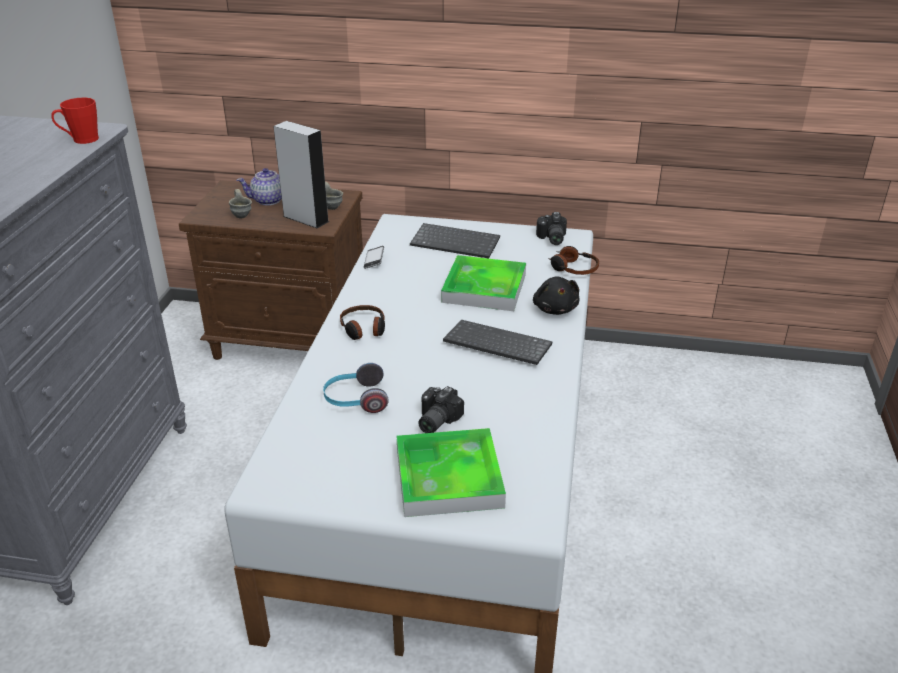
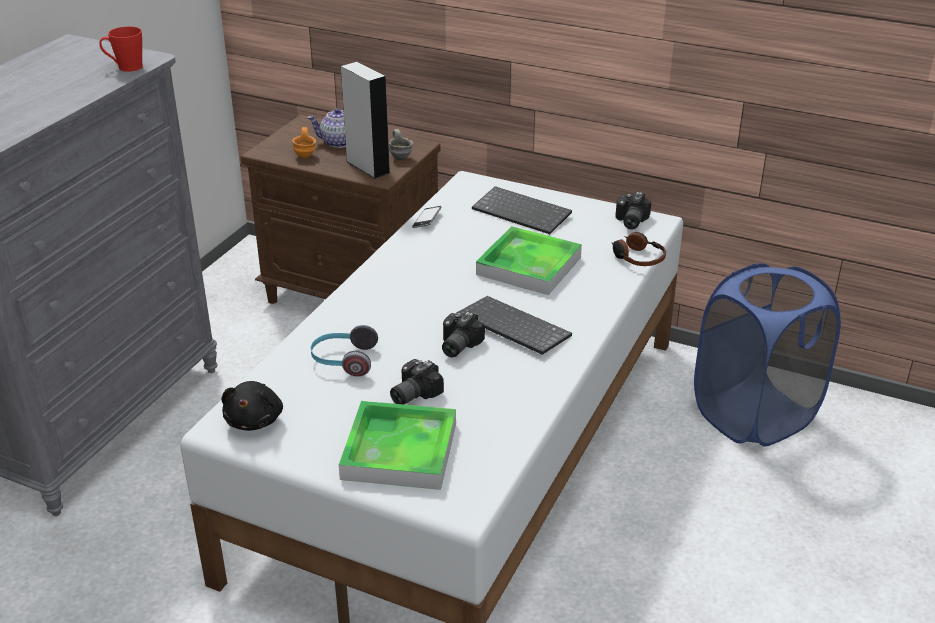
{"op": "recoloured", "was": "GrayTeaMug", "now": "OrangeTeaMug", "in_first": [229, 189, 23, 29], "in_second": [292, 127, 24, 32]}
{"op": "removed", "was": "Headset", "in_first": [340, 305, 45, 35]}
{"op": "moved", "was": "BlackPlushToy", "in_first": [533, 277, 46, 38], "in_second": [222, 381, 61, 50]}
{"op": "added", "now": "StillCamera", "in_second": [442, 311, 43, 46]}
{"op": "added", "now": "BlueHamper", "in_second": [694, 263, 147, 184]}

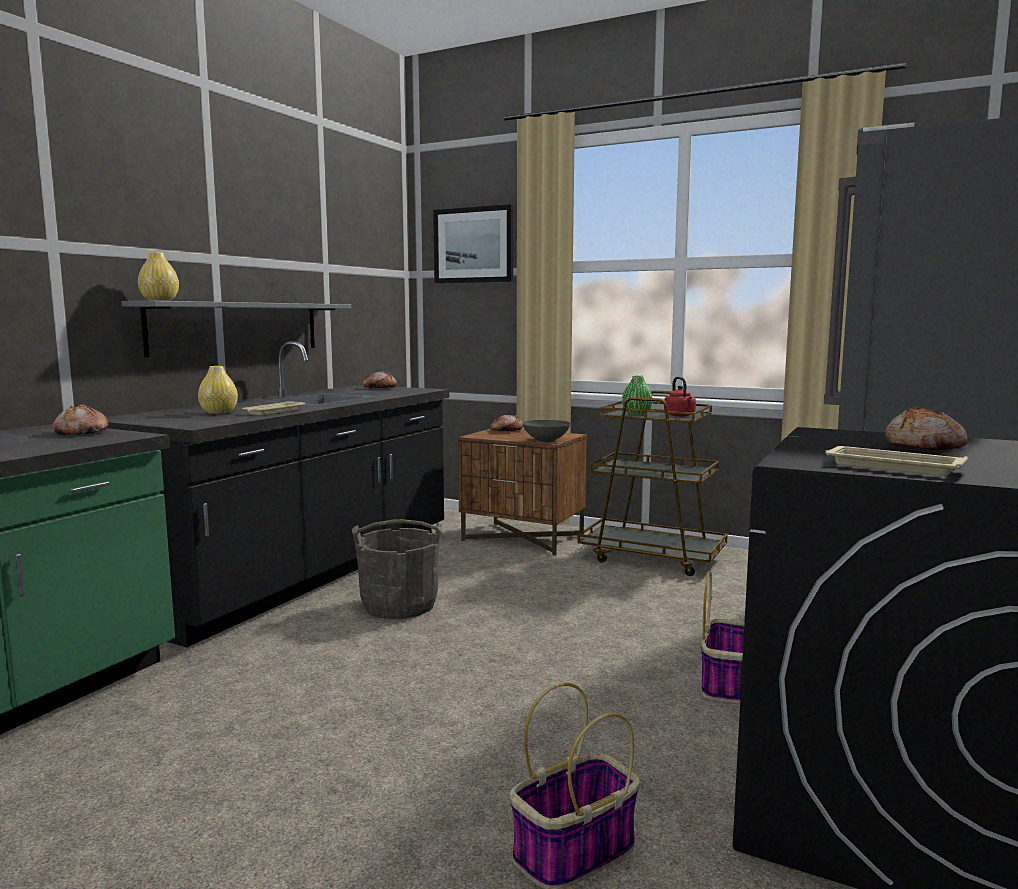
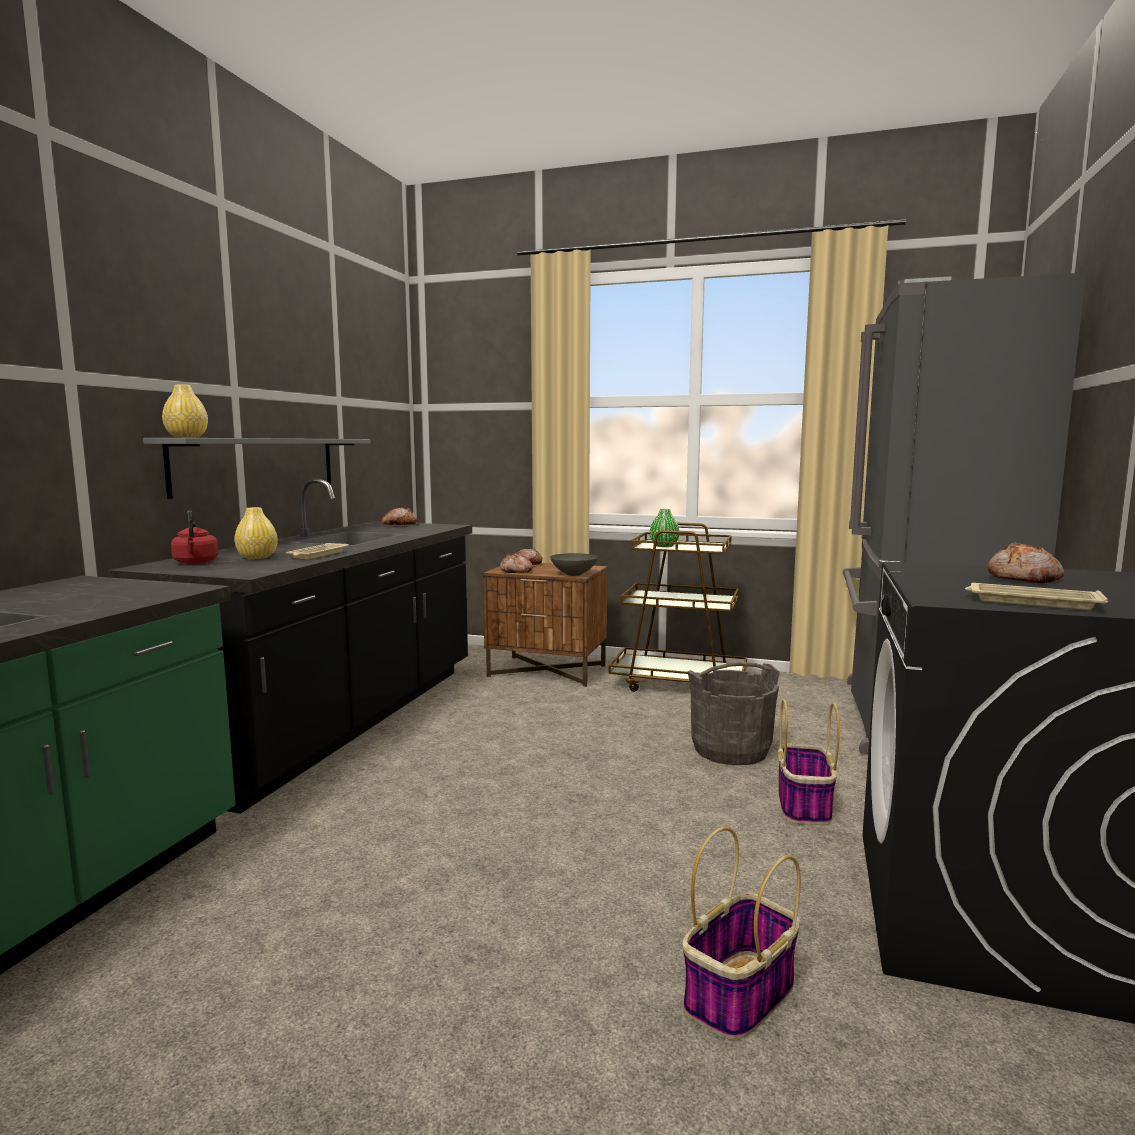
{"op": "moved", "was": "Bread", "in_first": [53, 404, 56, 31], "in_second": [500, 553, 33, 20]}
{"op": "moved", "was": "GrayWaterBucket", "in_first": [352, 519, 90, 100], "in_second": [687, 662, 93, 103]}
{"op": "removed", "was": "WallPicture", "in_first": [433, 204, 80, 79]}
{"op": "moved", "was": "RedColouredWaterKettle", "in_first": [664, 377, 32, 40], "in_second": [171, 510, 48, 54]}

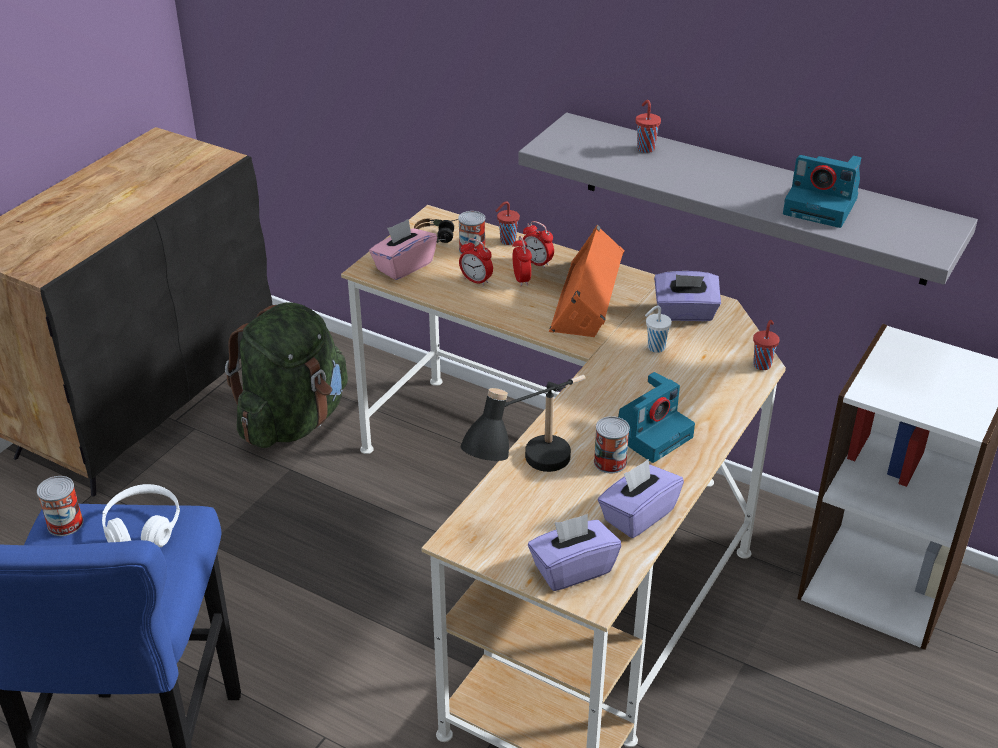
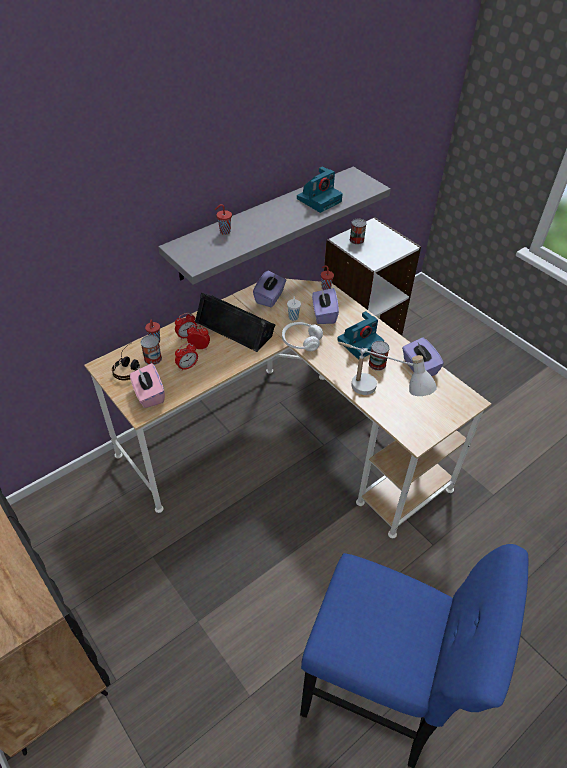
{"op": "moved", "was": "SealedCan", "in_first": [37, 476, 46, 60], "in_second": [350, 218, 17, 27]}
{"op": "moved", "was": "WhitishHeadset", "in_first": [102, 484, 78, 63], "in_second": [282, 322, 41, 29]}
{"op": "removed", "was": "GreenKnapsack", "in_first": [225, 302, 123, 146]}
{"op": "recoloured", "was": "BlackLampForATable", "now": "WhitishLampForATable", "in_first": [461, 375, 125, 97], "in_second": [339, 342, 98, 54]}
{"op": "moved", "was": "PurpleTissueHolder", "in_first": [528, 514, 93, 77], "in_second": [312, 288, 27, 36]}
{"op": "recoloured", "was": "OrangeSpeaker", "now": "BlackSpeaker", "in_first": [549, 224, 75, 113], "in_second": [195, 292, 81, 60]}
{"op": "turned", "was": "StillCamera", "in_first": [618, 372, 77, 91], "in_second": [337, 311, 47, 49], "clockwise": 75}

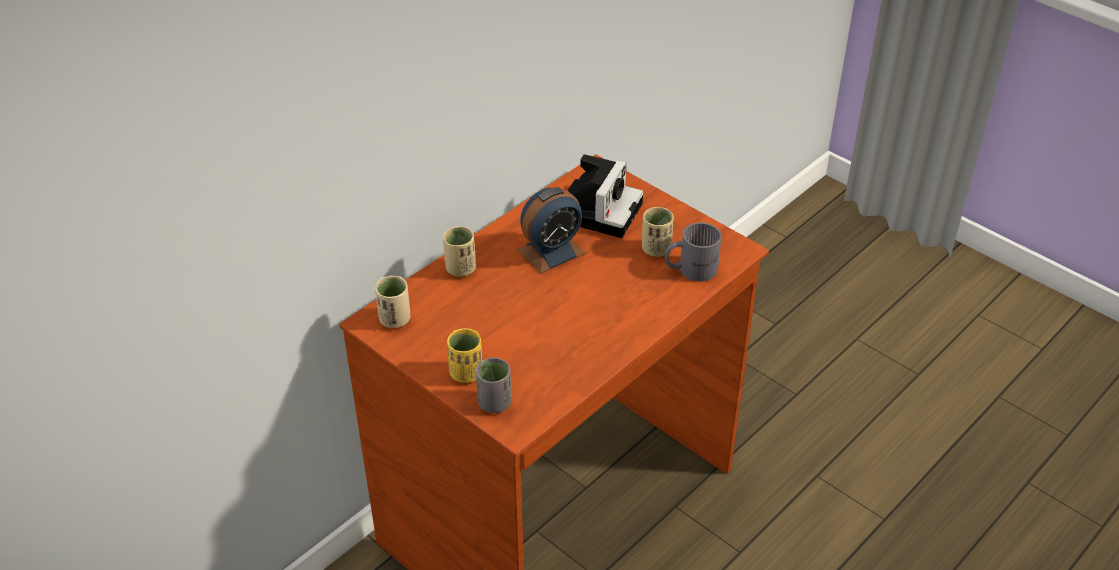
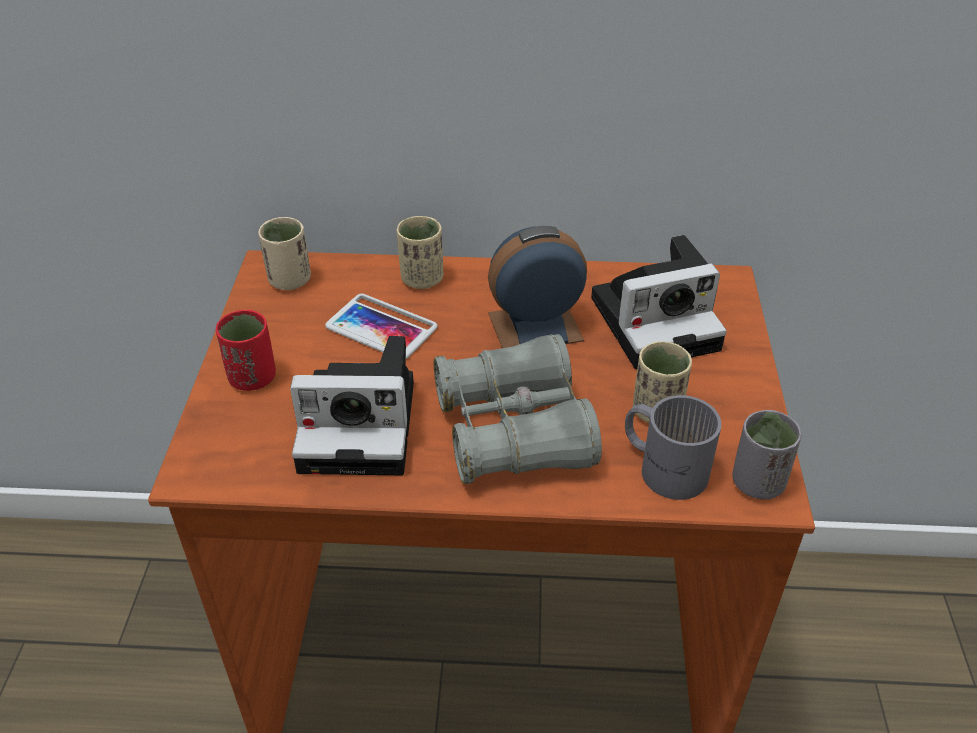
{"op": "recoloured", "was": "YellowColouredCup", "now": "RedColouredCup", "in_first": [447, 328, 35, 55], "in_second": [216, 310, 60, 81]}
{"op": "moved", "was": "GrayCup", "in_first": [476, 358, 36, 55], "in_second": [732, 410, 69, 89]}
{"op": "turned", "was": "AlarmClock", "in_first": [517, 187, 69, 86], "in_second": [488, 226, 99, 122], "clockwise": 150}
{"op": "added", "now": "StillCamera", "in_second": [290, 336, 124, 139]}
{"op": "added", "now": "Phone", "in_second": [325, 294, 113, 65]}
{"op": "added", "now": "GrayPairOfBinoculars", "in_second": [434, 334, 168, 150]}

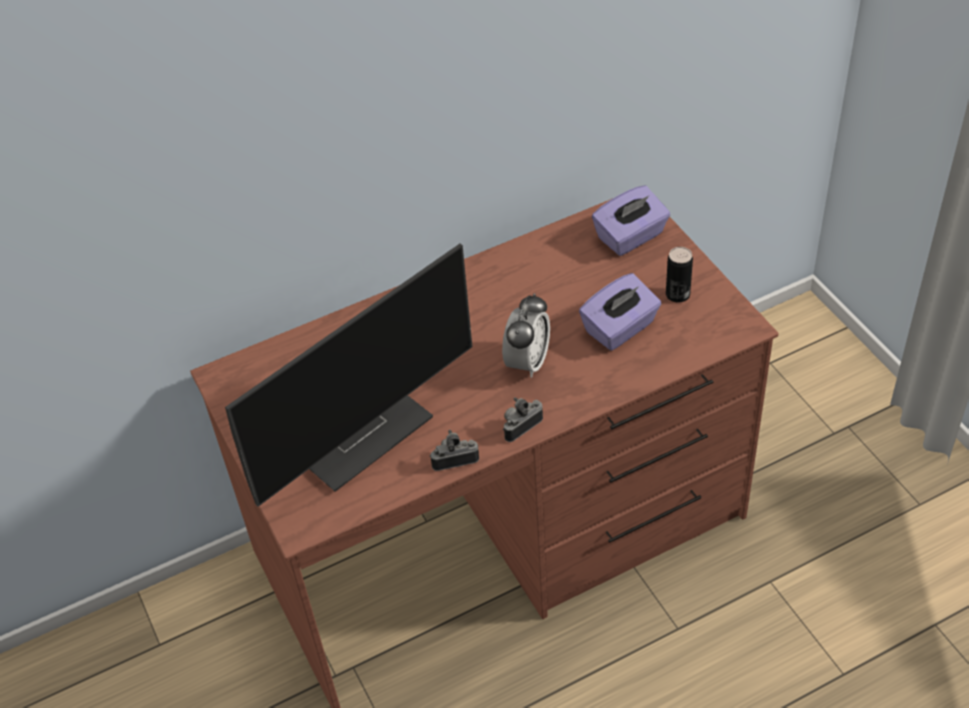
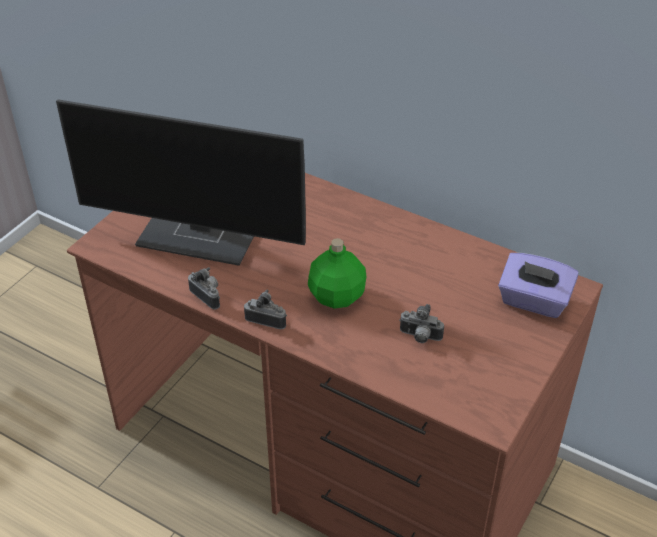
{"op": "replaced", "was": "AlarmClock", "now": "GreenDrinkBottle", "in_first": [502, 293, 48, 85], "in_second": [308, 238, 58, 71]}
{"op": "replaced", "was": "PurpleTissueHolder", "now": "StillCamera", "in_first": [579, 273, 82, 78], "in_second": [399, 304, 45, 39]}
{"op": "removed", "was": "SealedCan", "in_first": [666, 247, 27, 56]}

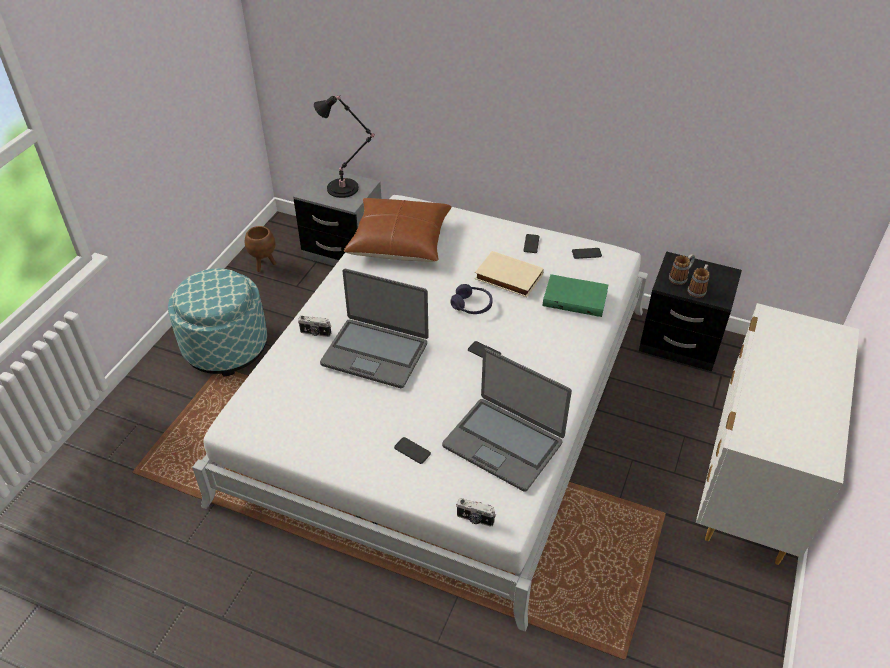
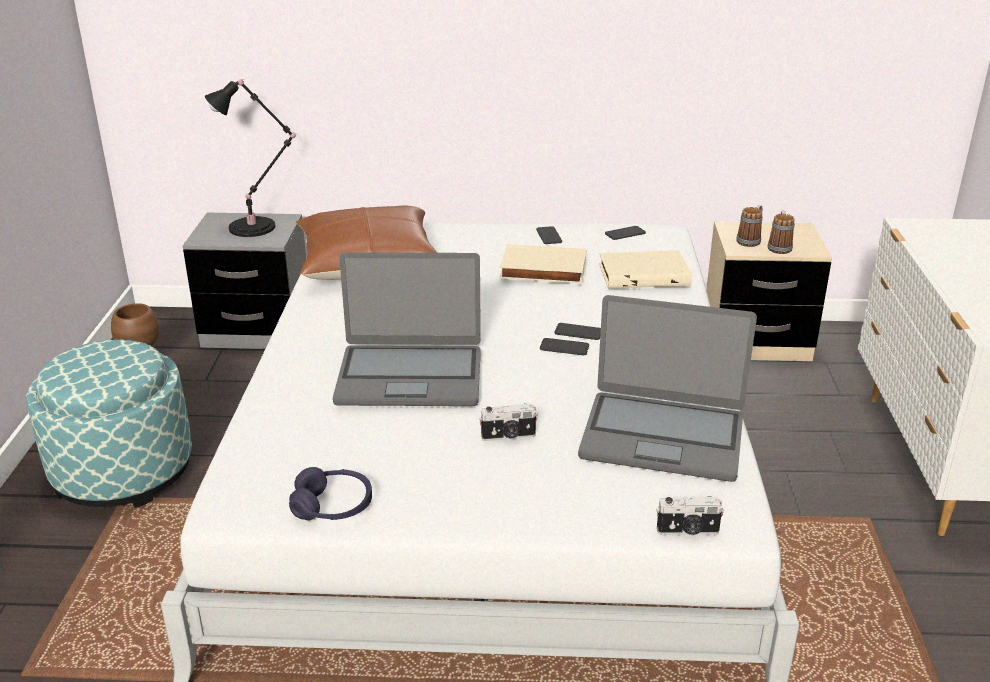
{"op": "moved", "was": "StillCamera", "in_first": [298, 316, 33, 21], "in_second": [479, 403, 59, 38]}
{"op": "moved", "was": "Phone", "in_first": [394, 437, 37, 27], "in_second": [554, 323, 47, 17]}
{"op": "moved", "was": "PurpleHeadset", "in_first": [450, 284, 43, 30], "in_second": [289, 467, 83, 53]}
{"op": "recoloured", "was": "GreenBook", "now": "BeigeColouredBook", "in_first": [543, 274, 66, 43], "in_second": [599, 250, 93, 38]}
{"op": "recoloured", "was": "BlackNightstand", "now": "BeigeColouredNightstand", "in_first": [639, 251, 103, 121], "in_second": [706, 221, 126, 140]}

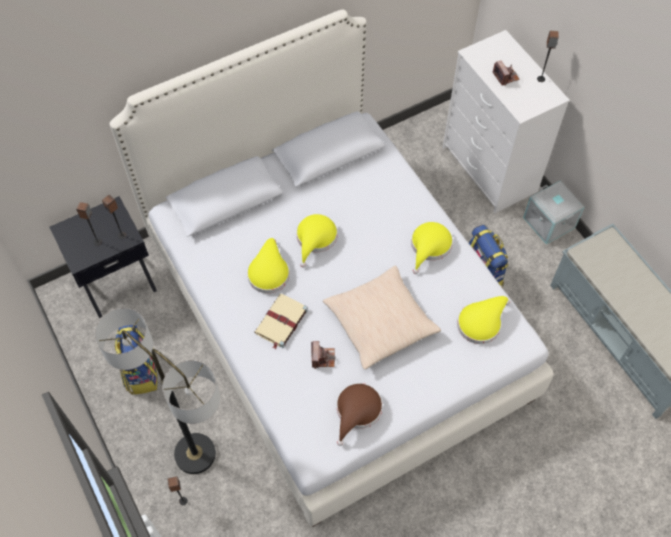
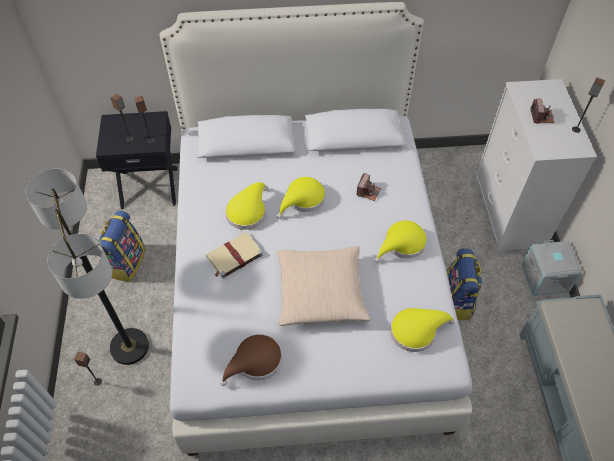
{"op": "moved", "was": "StillCamera", "in_first": [311, 341, 24, 28], "in_second": [356, 173, 25, 28]}

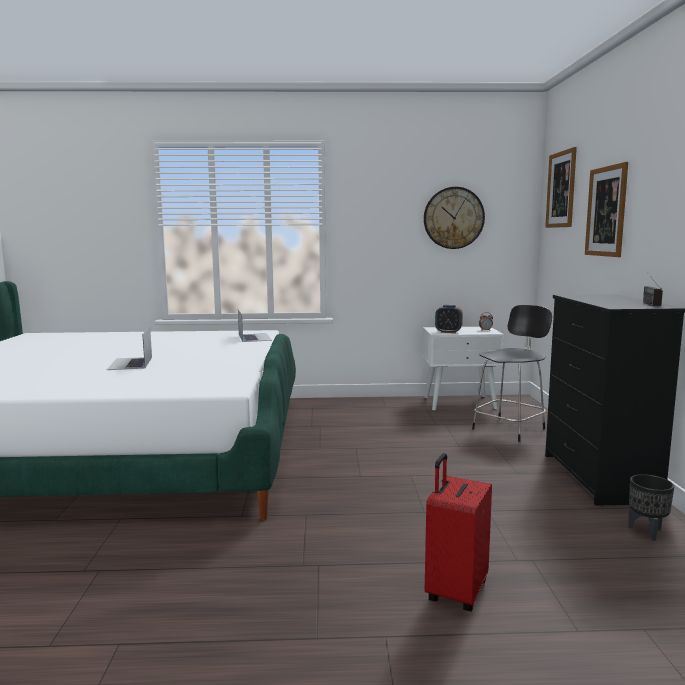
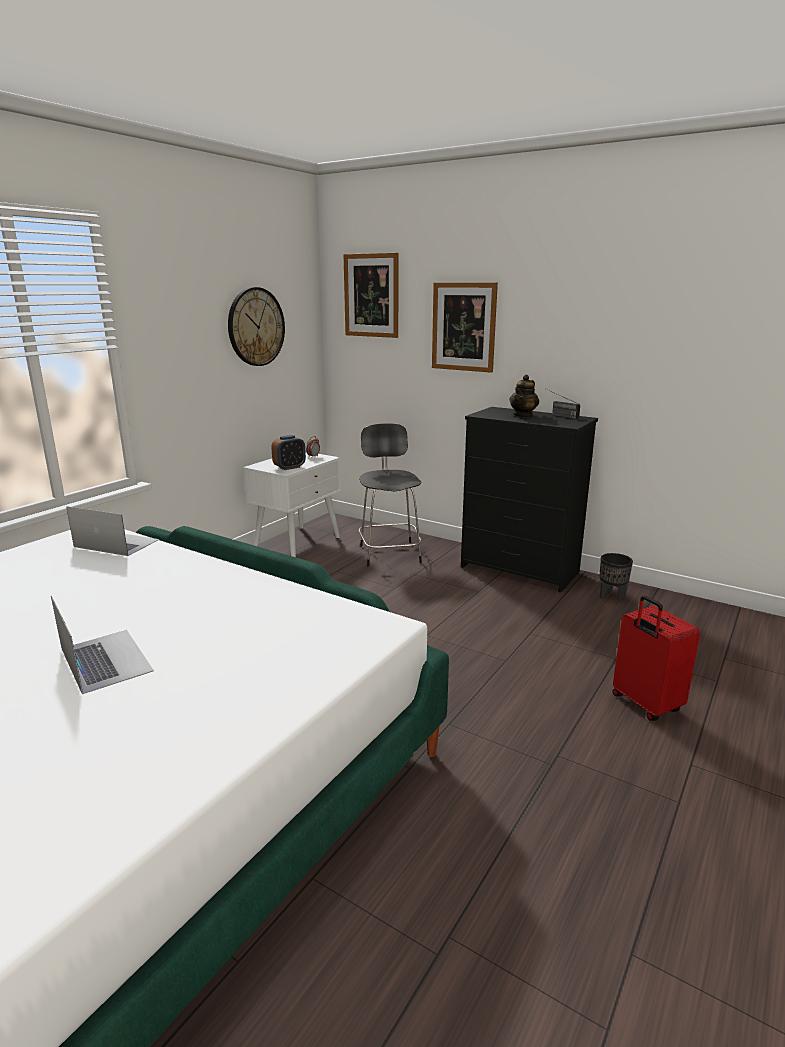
{"op": "turned", "was": "Laptop", "in_first": [107, 326, 45, 44], "in_second": [51, 596, 103, 98], "clockwise": -150}
{"op": "added", "now": "TeaPot", "in_second": [509, 374, 30, 44]}

